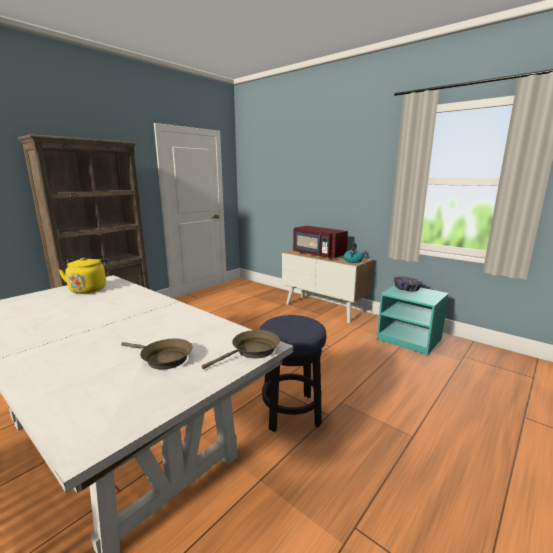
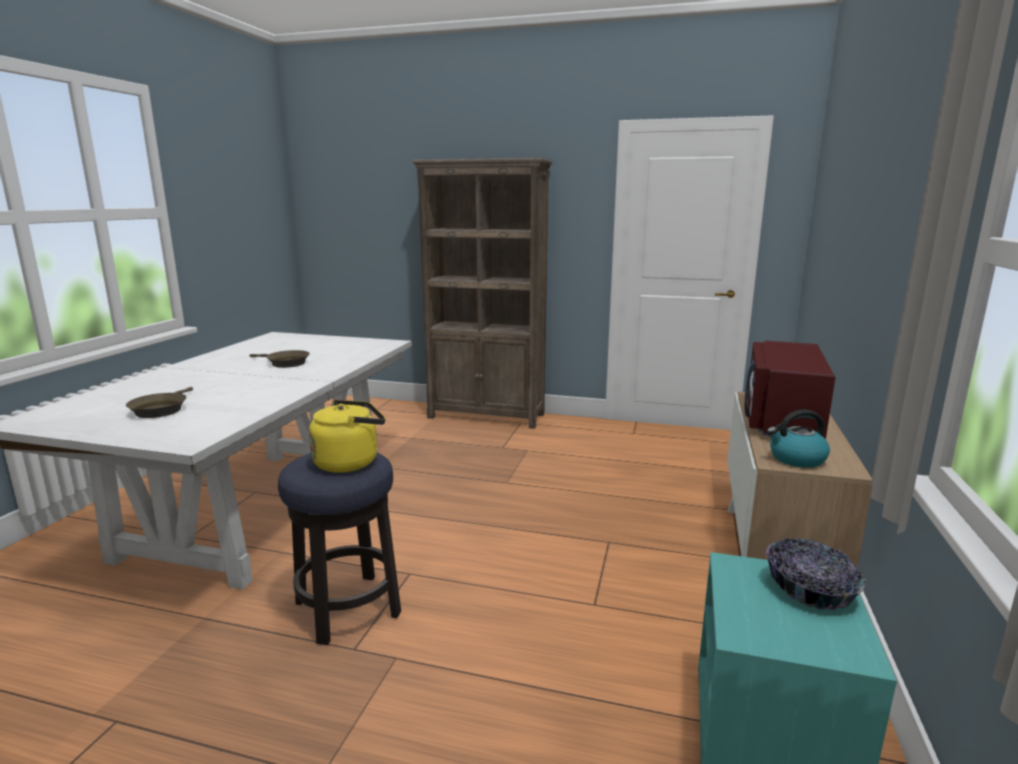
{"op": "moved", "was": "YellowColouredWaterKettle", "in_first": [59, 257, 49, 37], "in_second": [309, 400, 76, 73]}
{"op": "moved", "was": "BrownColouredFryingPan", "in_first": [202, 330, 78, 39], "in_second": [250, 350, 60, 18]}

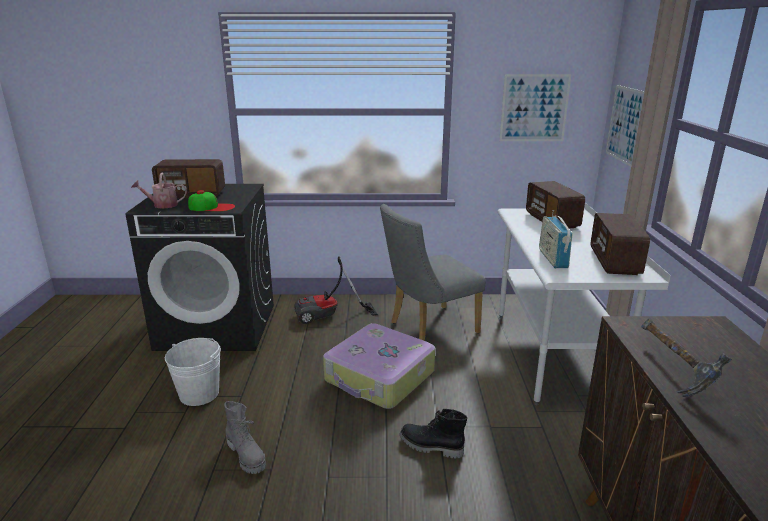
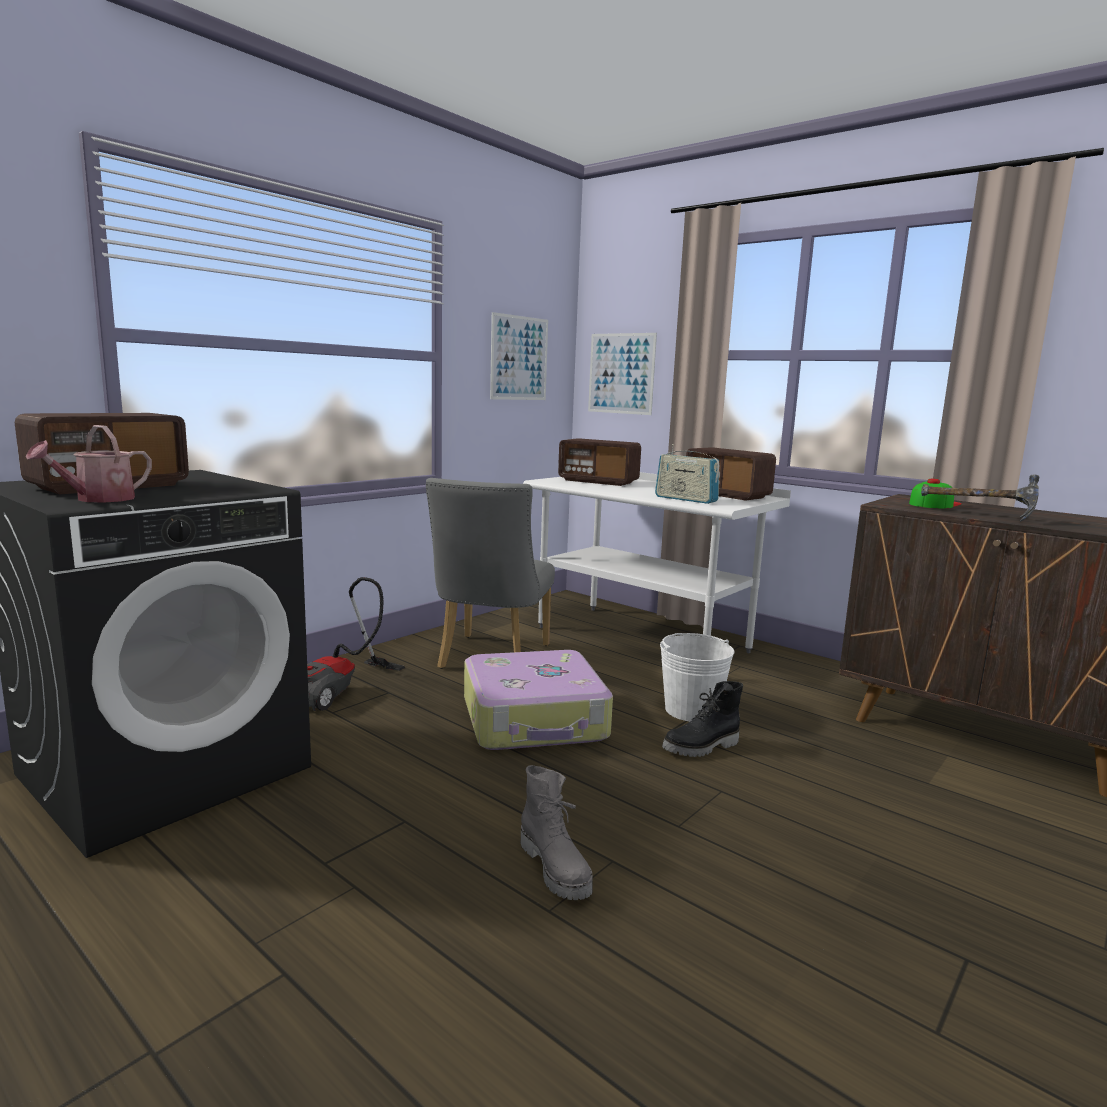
{"op": "moved", "was": "WhitishWaterBucket", "in_first": [165, 338, 56, 68], "in_second": [660, 633, 75, 89]}
{"op": "moved", "was": "PeakedCap", "in_first": [188, 190, 47, 22], "in_second": [909, 479, 52, 29]}
{"op": "turned", "was": "GrayHighTopBoot", "in_first": [224, 401, 42, 73], "in_second": [521, 765, 72, 135], "clockwise": 60}

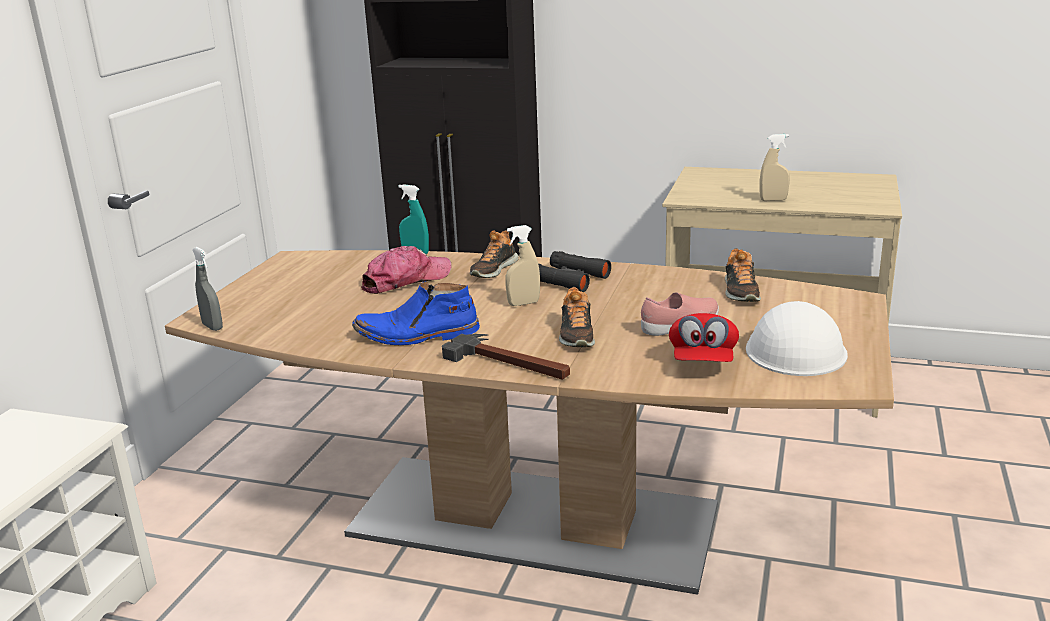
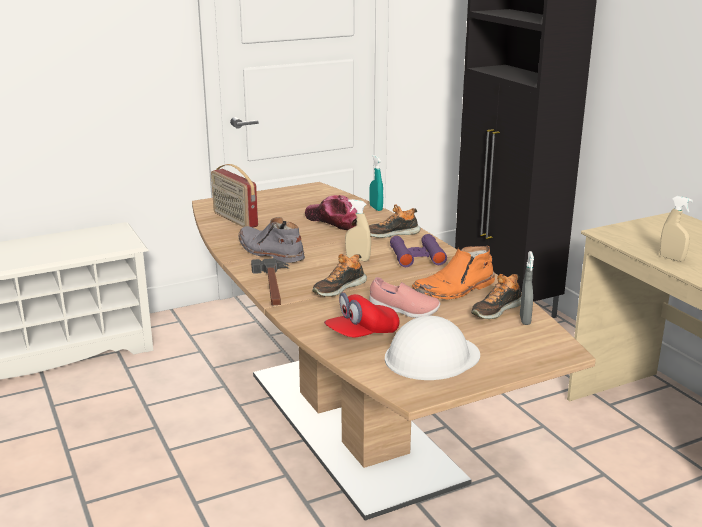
{"op": "moved", "was": "GraySprayer", "in_first": [192, 247, 31, 84], "in_second": [520, 251, 14, 74]}
{"op": "recoloured", "was": "BlueHighTopBoot", "now": "GrayHighTopBoot", "in_first": [352, 281, 128, 64], "in_second": [239, 217, 66, 46]}
{"op": "turned", "was": "PeakedCap", "in_first": [361, 246, 90, 48], "in_second": [305, 195, 52, 35], "clockwise": -150}
{"op": "recoloured", "was": "BlackPairOfBinoculars", "now": "PurplePairOfBinoculars", "in_first": [538, 251, 73, 41], "in_second": [390, 234, 57, 33]}
{"op": "added", "now": "RadioReceiver", "in_second": [211, 164, 47, 64]}
{"op": "added", "now": "OrangeHighTopBoot", "in_second": [412, 246, 83, 54]}

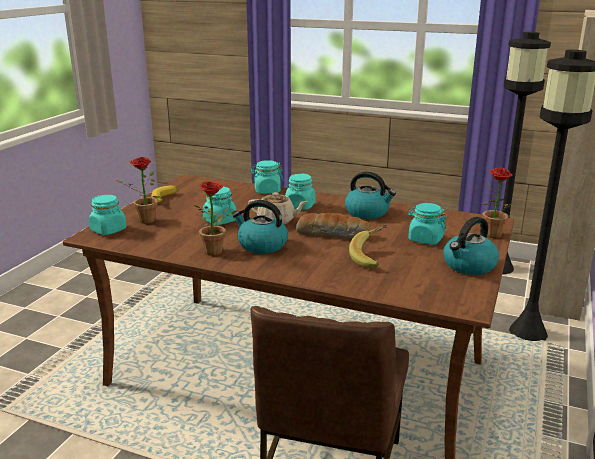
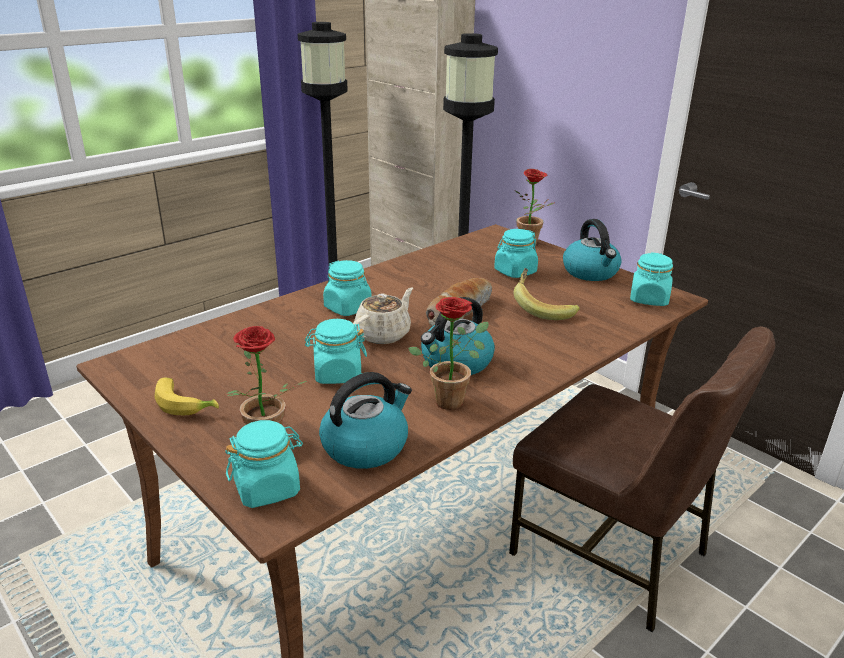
{"op": "moved", "was": "BlueGreenStorageJar", "in_first": [251, 160, 32, 34], "in_second": [630, 252, 43, 54]}
{"op": "moved", "was": "WaterKettle", "in_first": [345, 171, 51, 48], "in_second": [319, 372, 93, 97]}

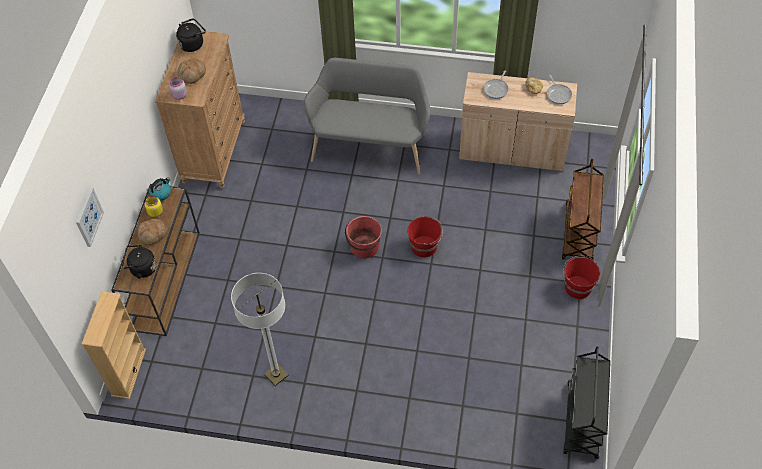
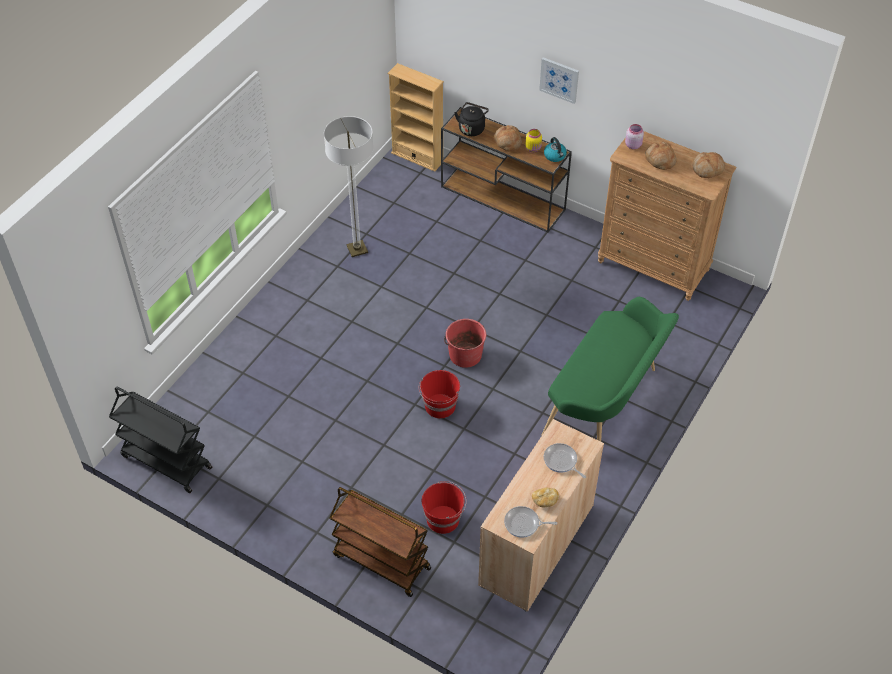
{"op": "moved", "was": "WallPicture", "in_first": [76, 187, 28, 60], "in_second": [539, 57, 40, 47]}
{"op": "replaced", "was": "BlackWaterKettle", "now": "Bread", "in_first": [176, 18, 30, 34], "in_second": [693, 152, 32, 26]}
{"op": "recoloured", "was": "GrayLongSeat", "now": "GreenLongSeat", "in_first": [304, 58, 127, 116], "in_second": [541, 297, 138, 145]}
{"op": "moved", "was": "RedColouredWaterBucket", "in_first": [563, 256, 37, 43], "in_second": [422, 481, 45, 53]}

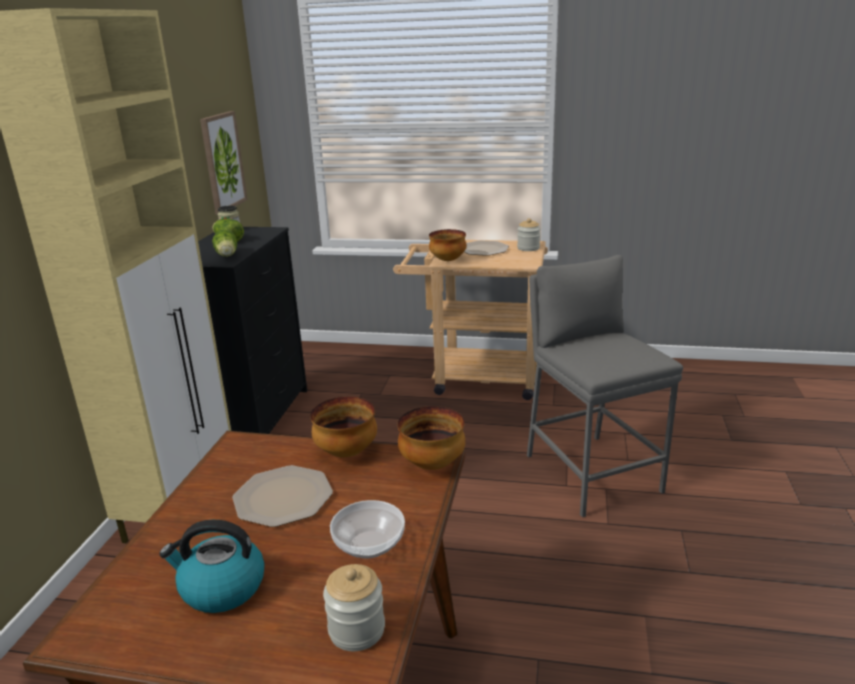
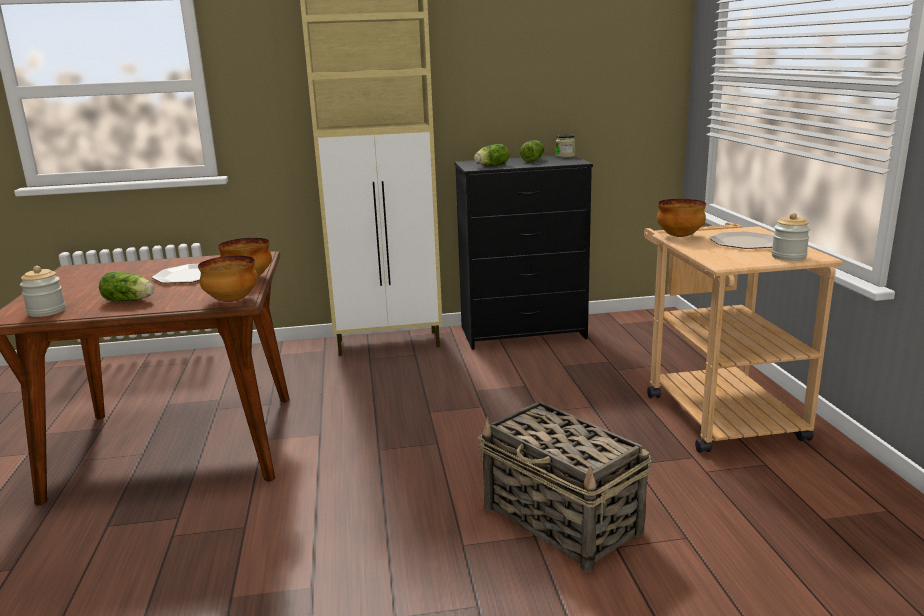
{"op": "removed", "was": "WaterKettle", "in_first": [159, 520, 106, 93]}
{"op": "removed", "was": "WallPicture", "in_first": [200, 111, 47, 104]}
{"op": "replaced", "was": "ServingBowl", "now": "Lettuce", "in_first": [330, 500, 75, 58], "in_second": [99, 272, 55, 30]}
{"op": "replaced", "was": "GrayStoolSeat", "now": "StorageBasket", "in_first": [527, 255, 156, 262], "in_second": [478, 401, 173, 171]}

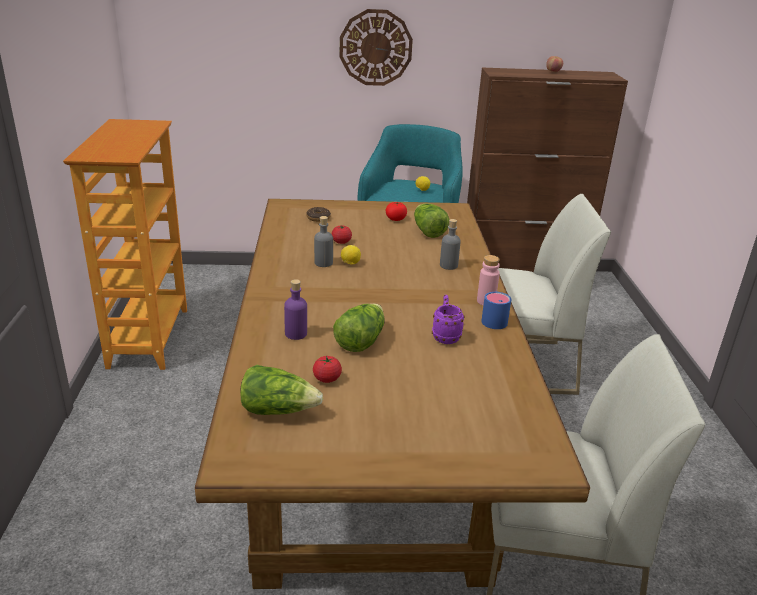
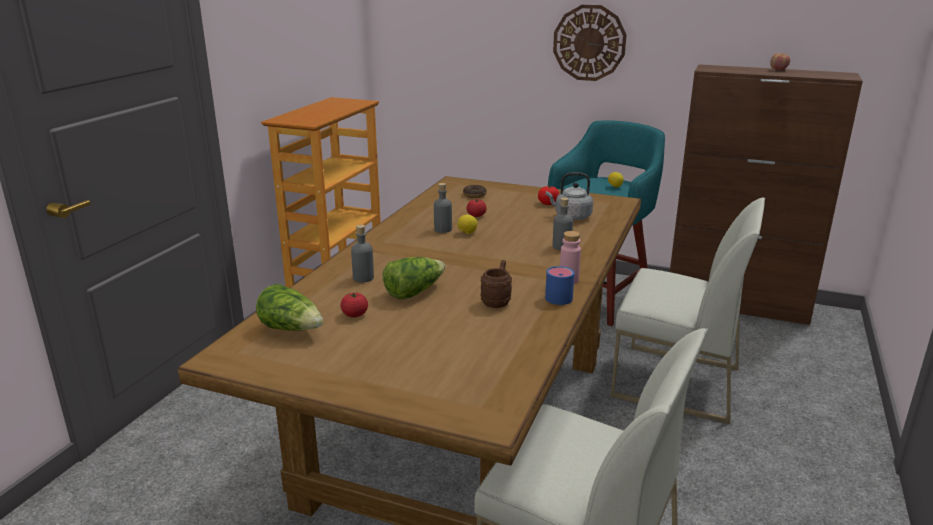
{"op": "recoloured", "was": "PurpleDrinkBottle", "now": "GrayDrinkBottle", "in_first": [284, 279, 23, 61], "in_second": [351, 225, 23, 58]}
{"op": "replaced", "was": "Lettuce", "now": "GrayWaterKettle", "in_first": [414, 203, 36, 35], "in_second": [546, 172, 47, 48]}
{"op": "recoloured", "was": "PurpleTeaMug", "now": "BrownColouredTeaMug", "in_first": [432, 295, 32, 49], "in_second": [480, 260, 32, 48]}

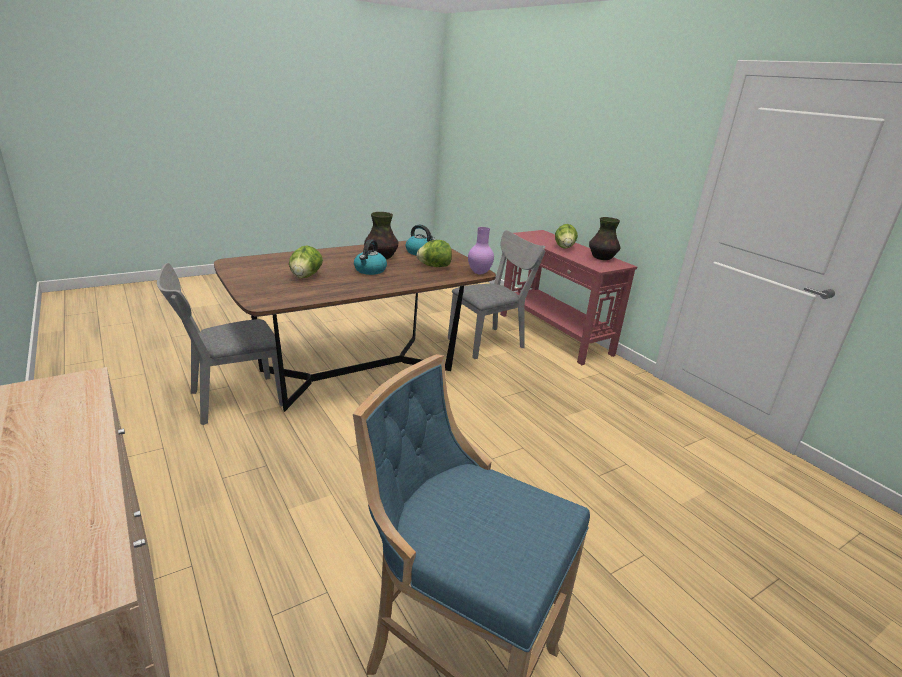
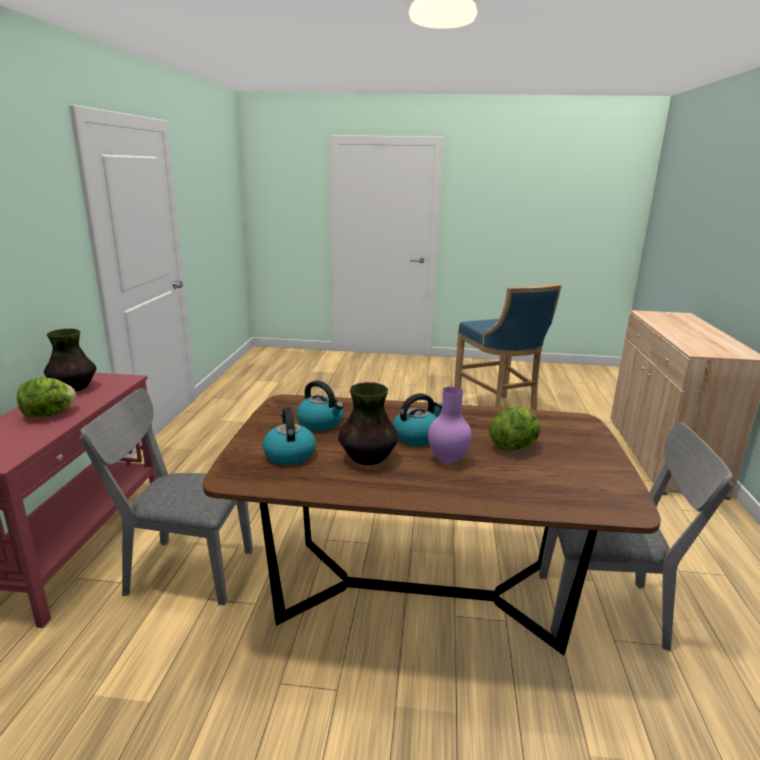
{"op": "replaced", "was": "Lettuce", "now": "WaterKettle", "in_first": [417, 240, 35, 27], "in_second": [296, 381, 48, 50]}
{"op": "moved", "was": "PurpleFlowerVase", "in_first": [468, 227, 26, 47], "in_second": [428, 387, 44, 76]}

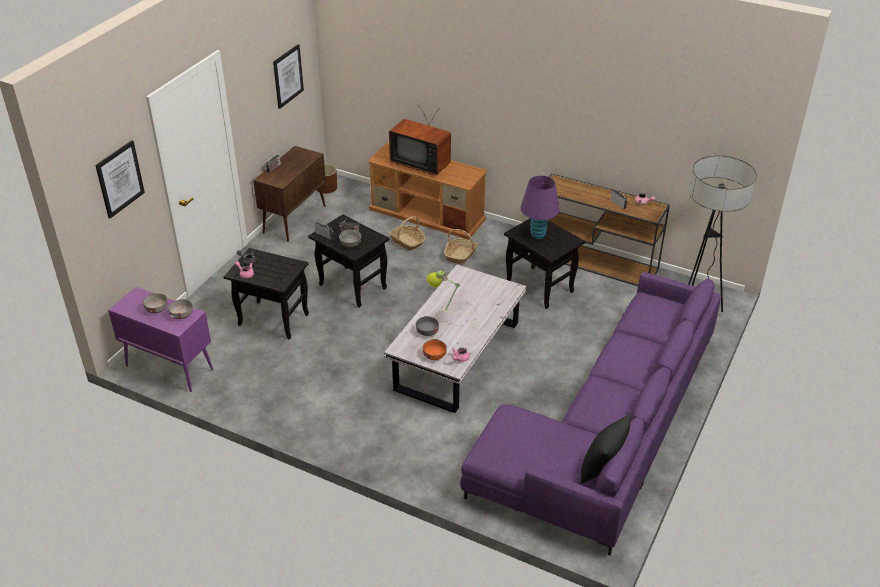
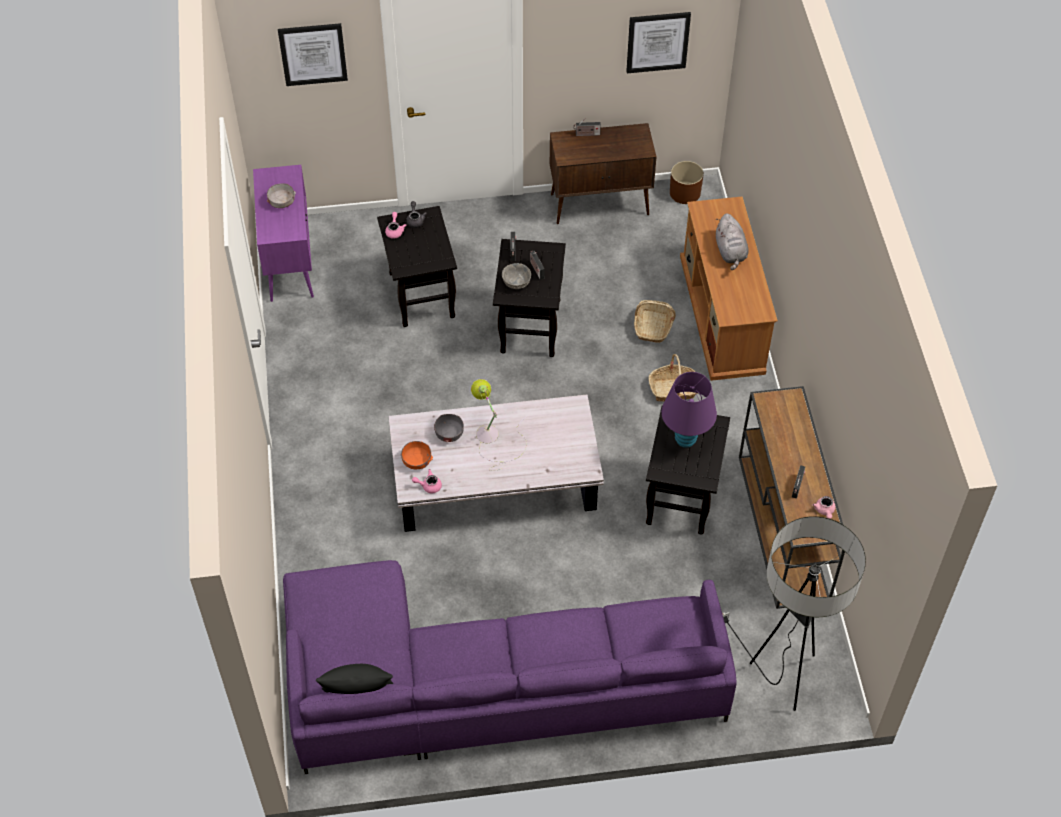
{"op": "removed", "was": "GrayServingBowl", "in_first": [168, 299, 25, 20]}
{"op": "replaced", "was": "Tv", "now": "GrayPlushToy", "in_first": [389, 104, 62, 71], "in_second": [716, 213, 32, 57]}

